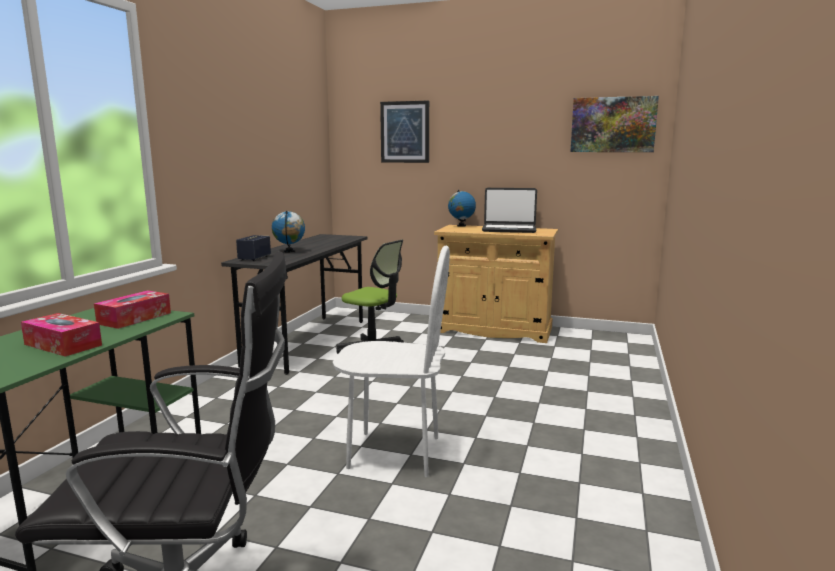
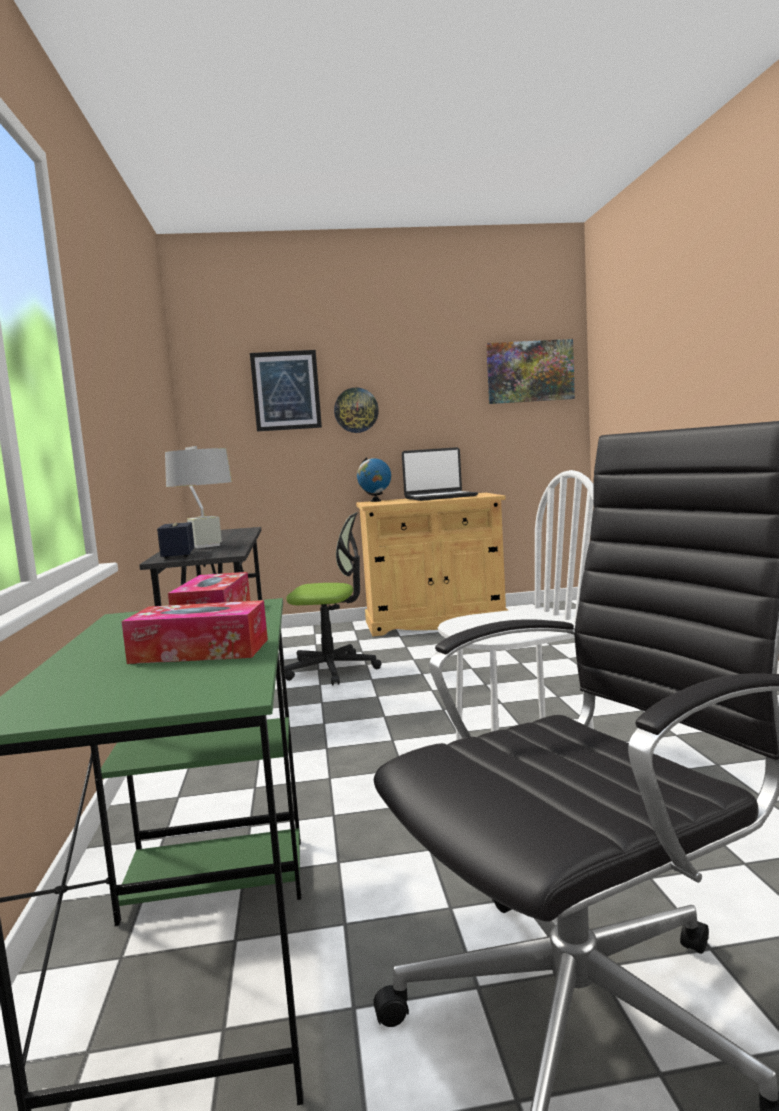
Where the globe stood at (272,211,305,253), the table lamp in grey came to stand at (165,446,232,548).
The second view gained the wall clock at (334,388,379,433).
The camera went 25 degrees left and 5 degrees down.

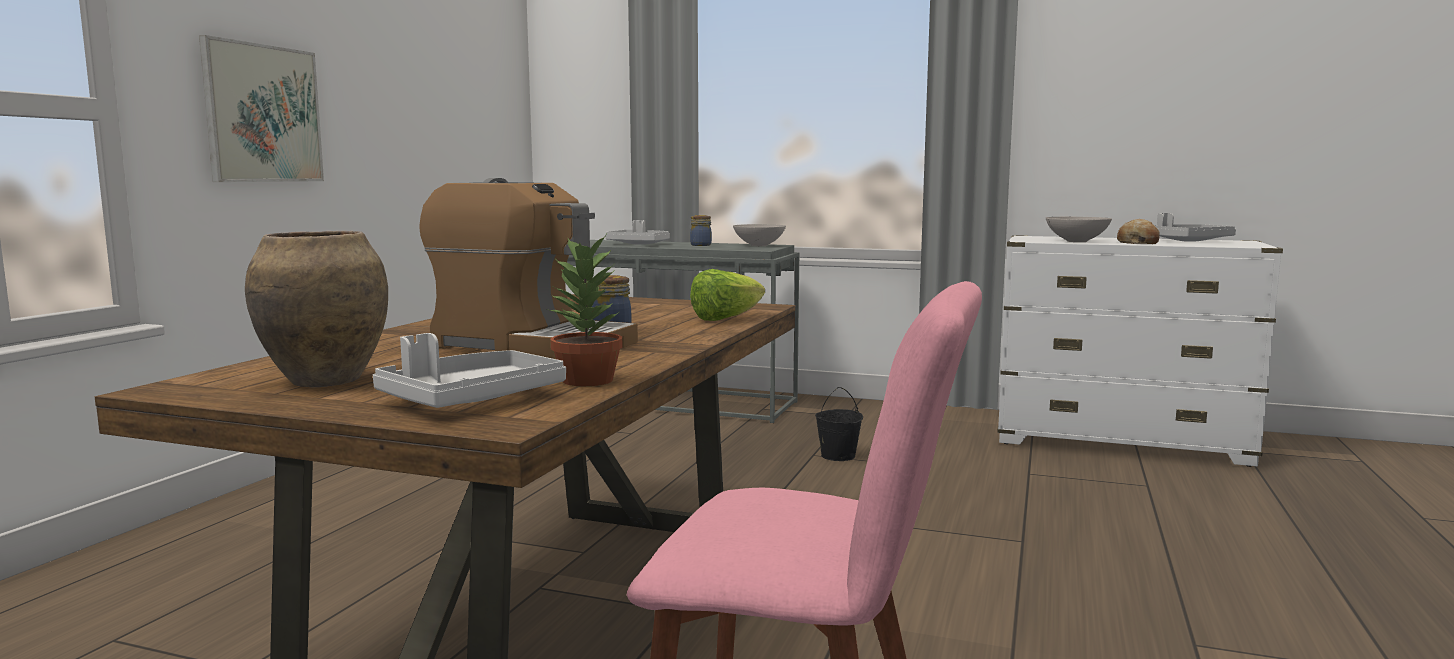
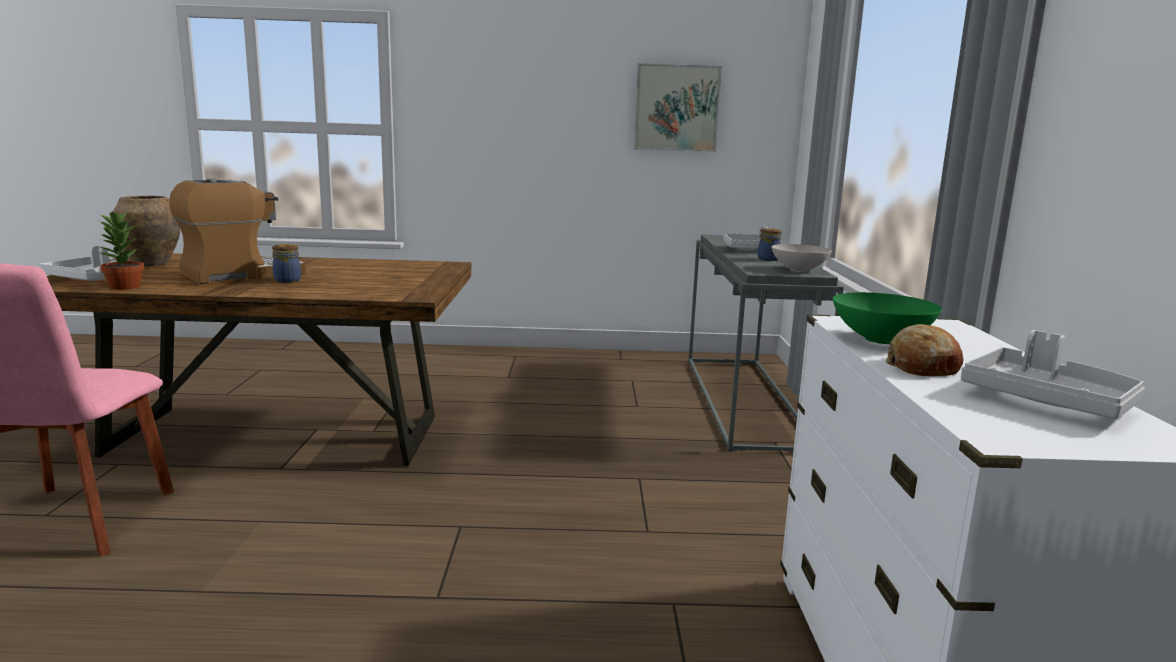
The picture ended up elsewhere, having gone from (199,35,324,182) to (634,63,722,152).
The coffee machine at (419,178,638,359) ended up facing another way, 135 degrees counterclockwise from before.
The second view lost the lettuce at (690,269,765,321).
The second view lost the bucket in black at (815,387,863,461).
What was the bowl in white at (1046,217,1112,242) turned into the bowl in green at (833,292,942,344).
The camera went 70 degrees right and 5 degrees up.

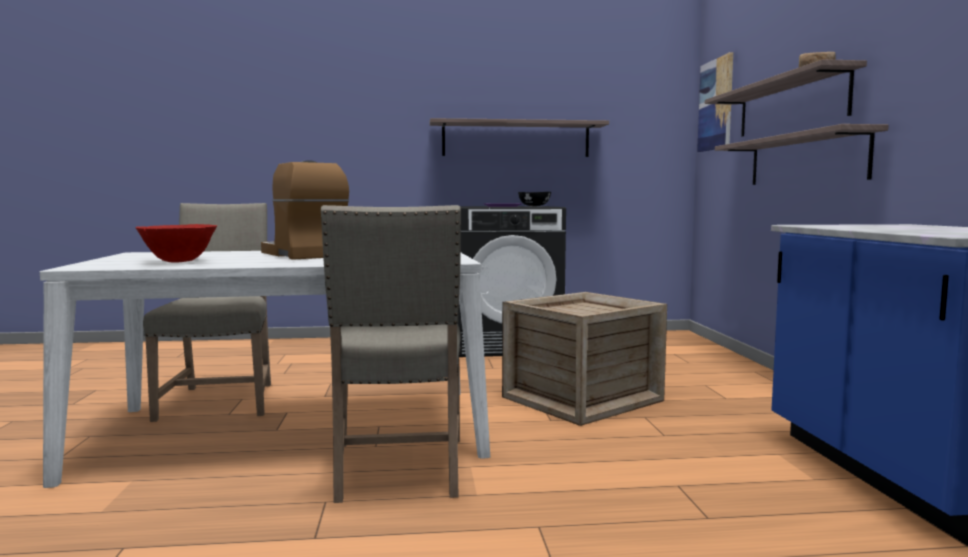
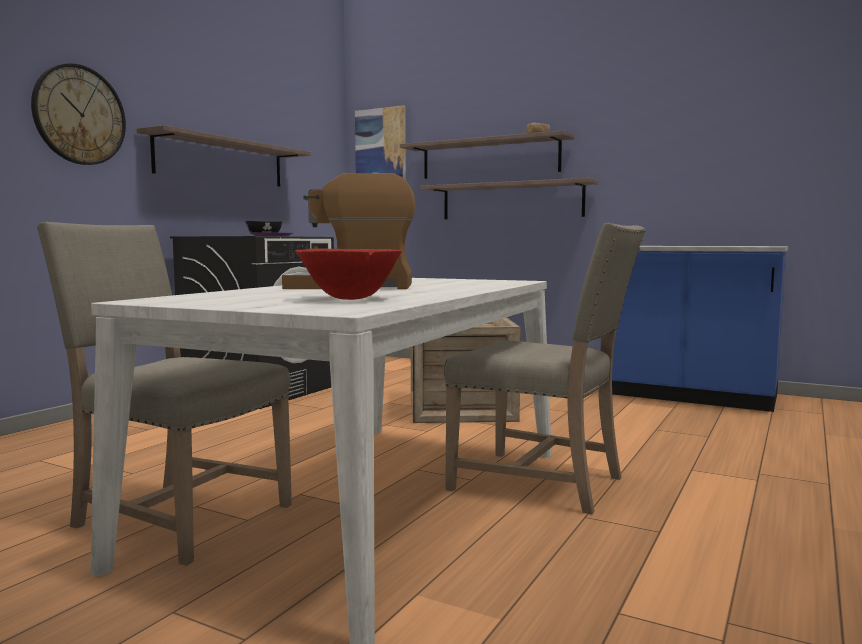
The second view gained the wall clock at (31,63,126,165).
The camera went 55 degrees left and 0 degrees up.

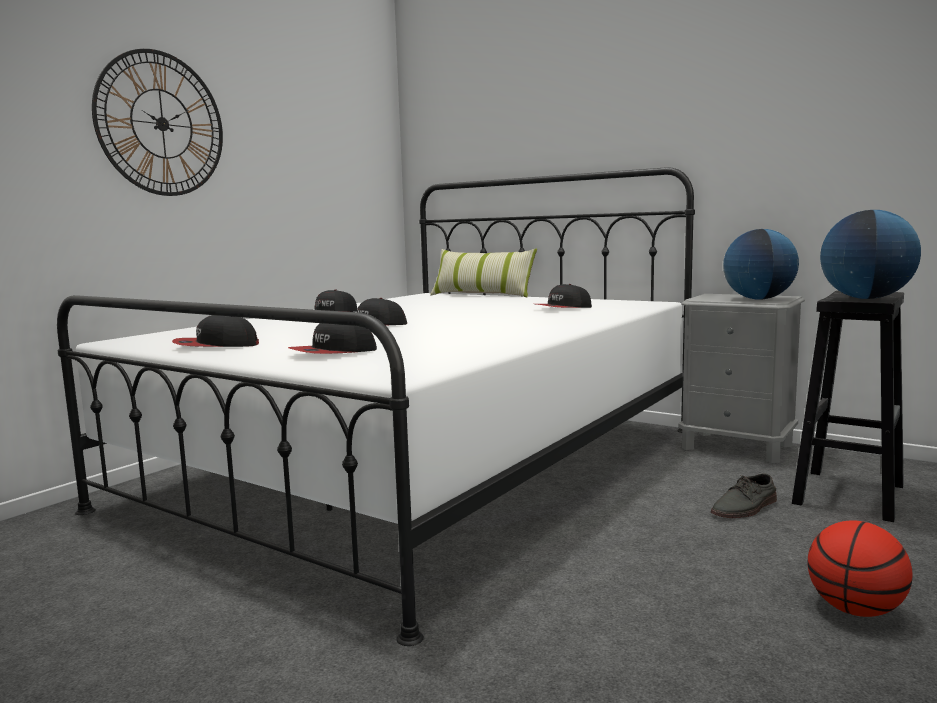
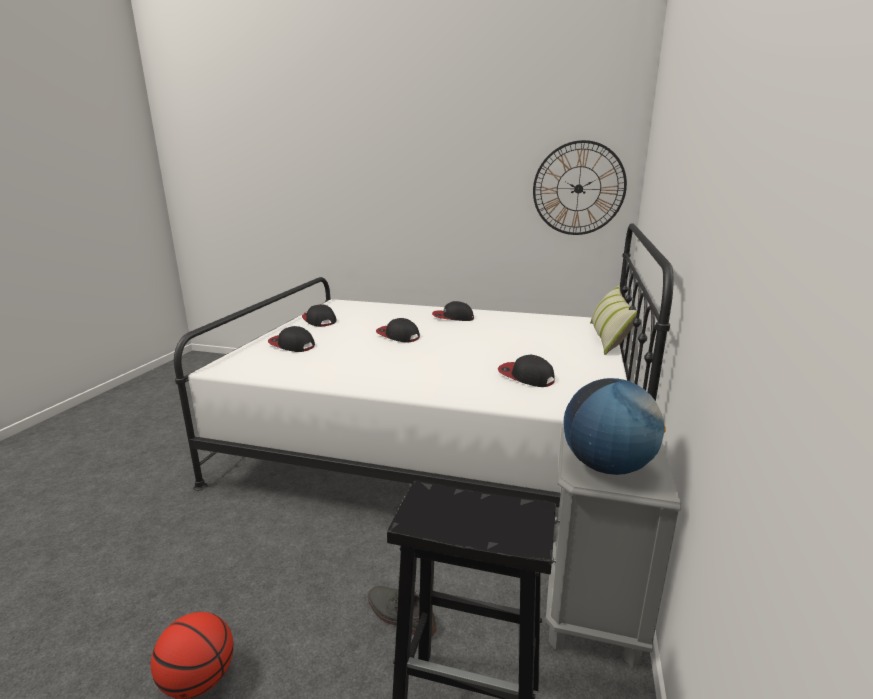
The wall clock ended up elsewhere, having gone from (92,49,223,196) to (533,140,627,235).
The second view lost the globe at (820,210,921,299).
The camera went 70 degrees right and 10 degrees up.

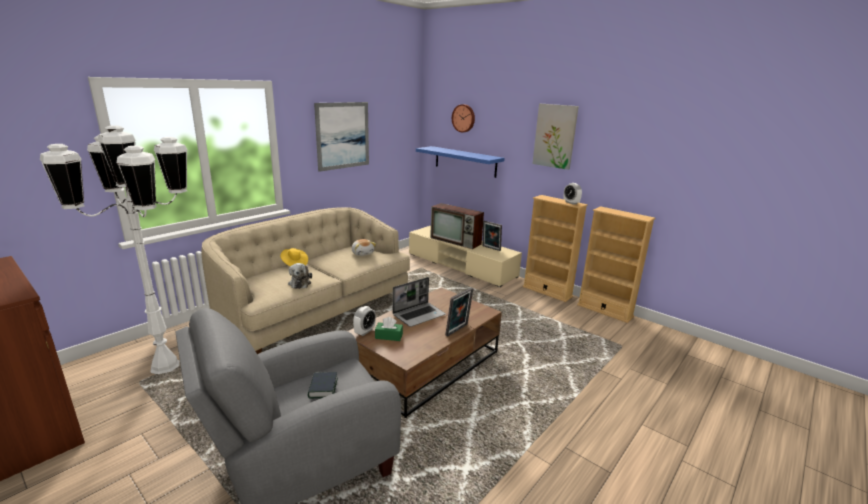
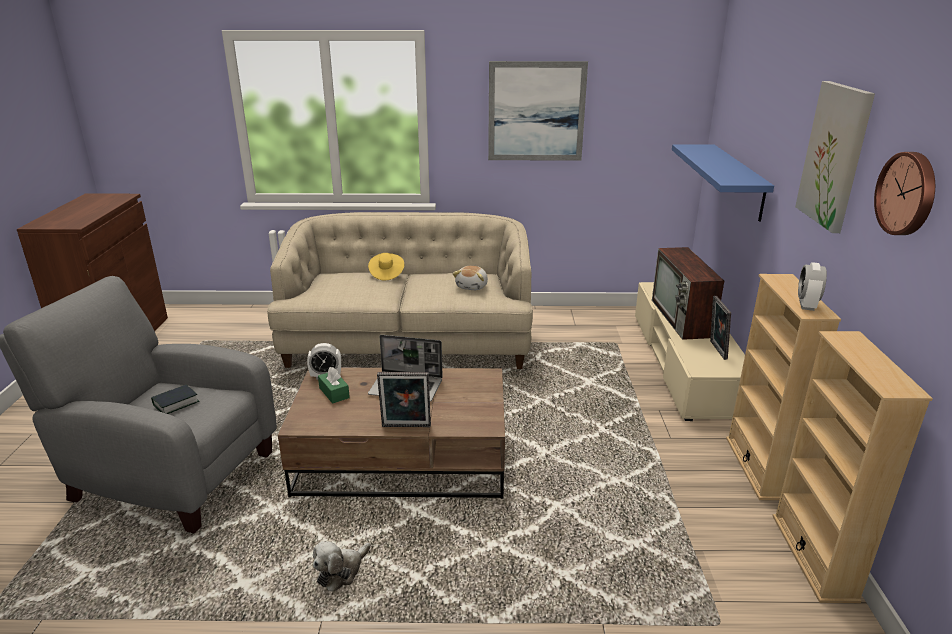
The second view lost the floor lamp in white at (40,126,187,374).
The plush toy ended up elsewhere, having gone from (288,263,312,289) to (313,541,371,592).
The wall clock ended up elsewhere, having gone from (452,104,475,132) to (874,152,935,235).
The camera went 50 degrees right and 5 degrees up.

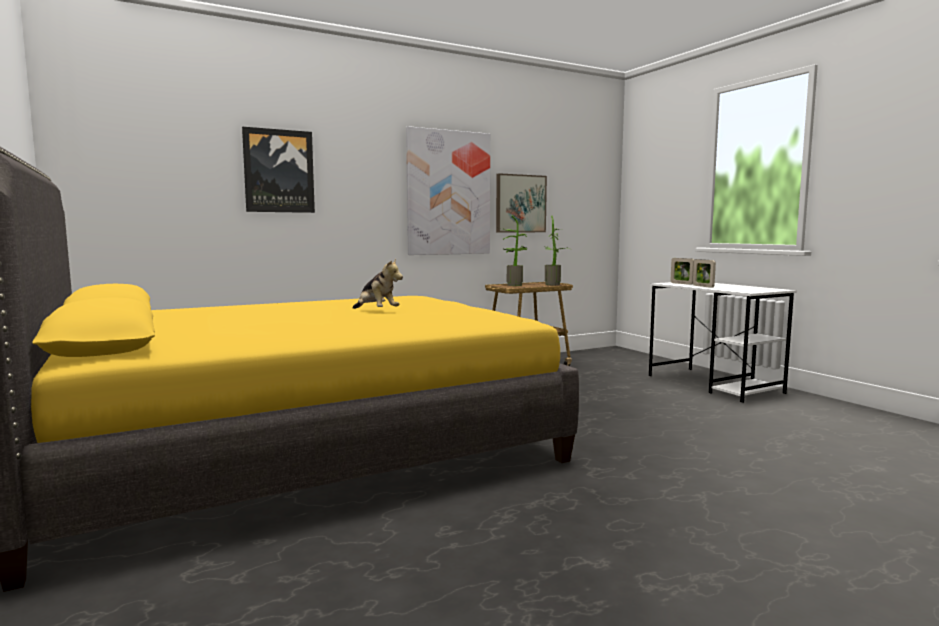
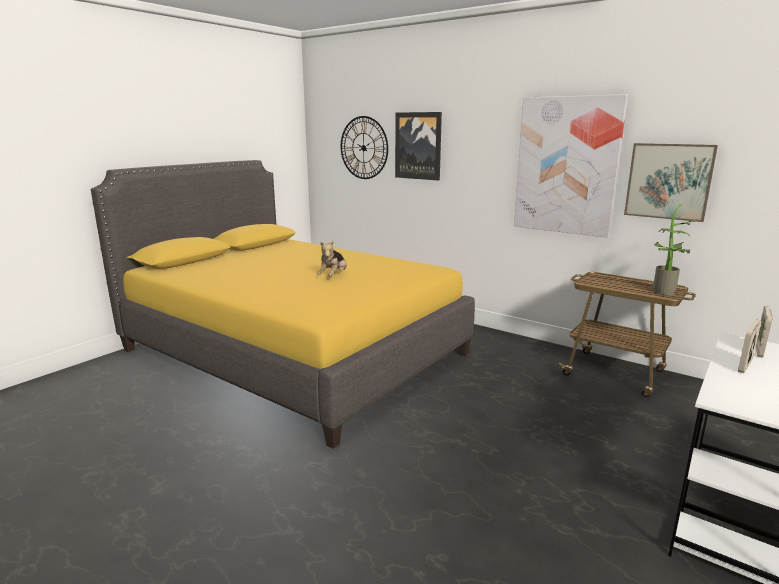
The second view lost the potted plant at (499,215,527,286).
The second view gained the wall clock at (341,116,388,179).
The camera went 65 degrees right and 10 degrees up.

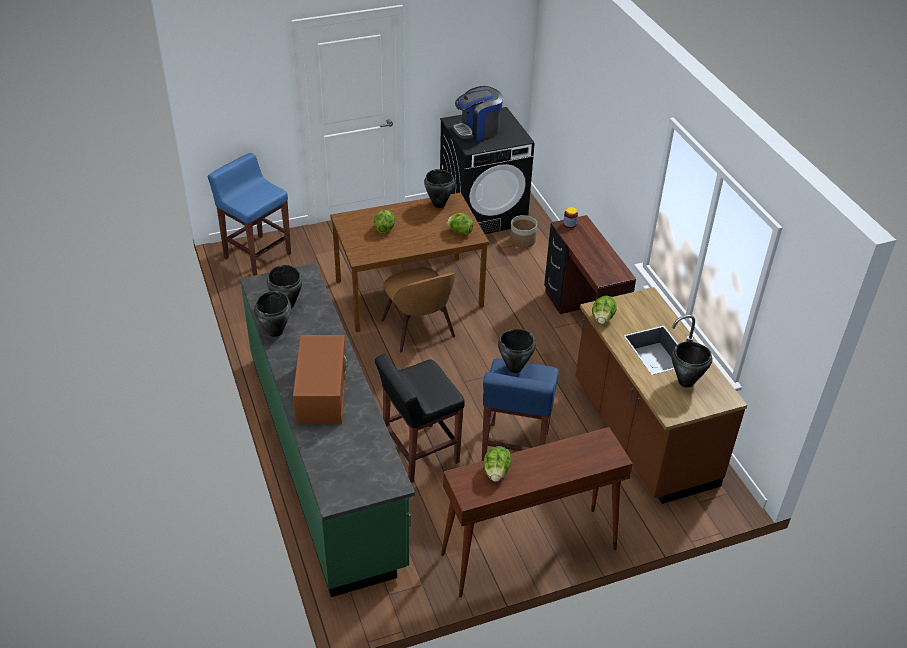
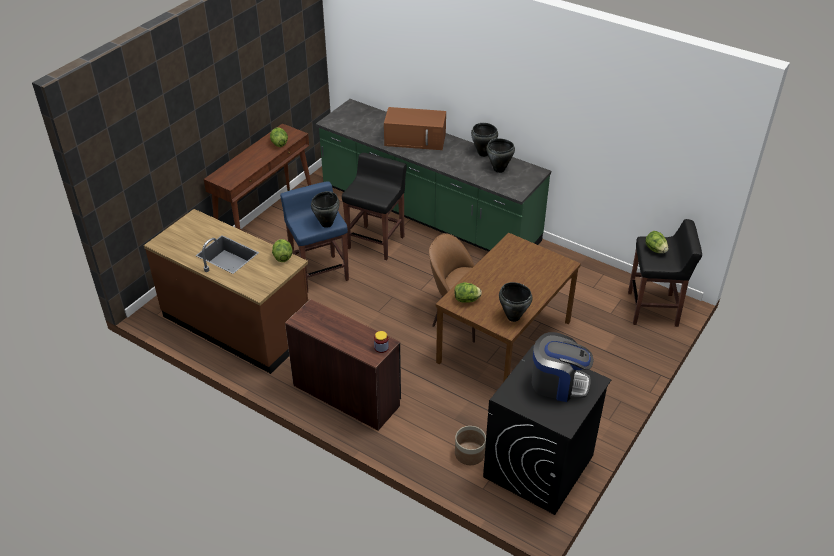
What was the stool in blue at (208,153,291,276) turned into the stool in black at (628,219,702,327).
The microwave in brown at (293,335,347,424) ended up facing another way, 45 degrees counterclockwise from before.
The lettuce ended up elsewhere, having gone from (374,210,395,234) to (645,231,668,253).
The coffee machine at (452,86,503,141) ended up facing another way, 75 degrees clockwise from before.
The second view lost the cooking pot in black at (671,341,712,388).
The camera went 145 degrees right and 0 degrees up.

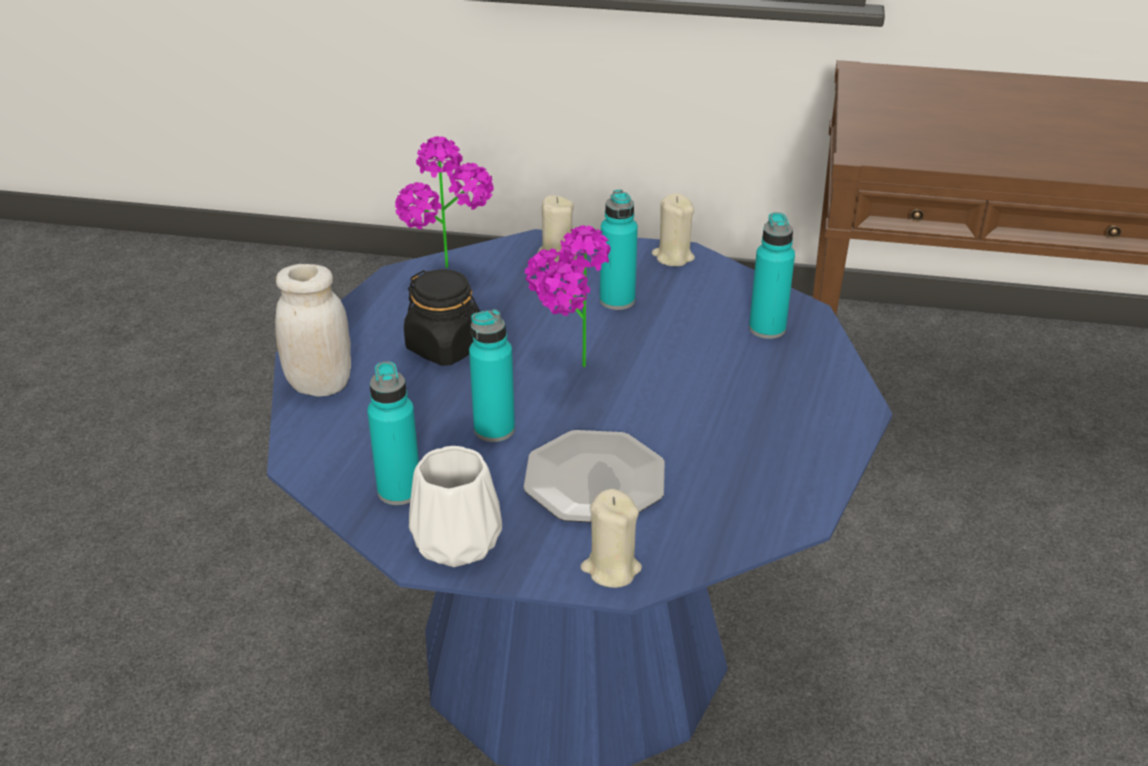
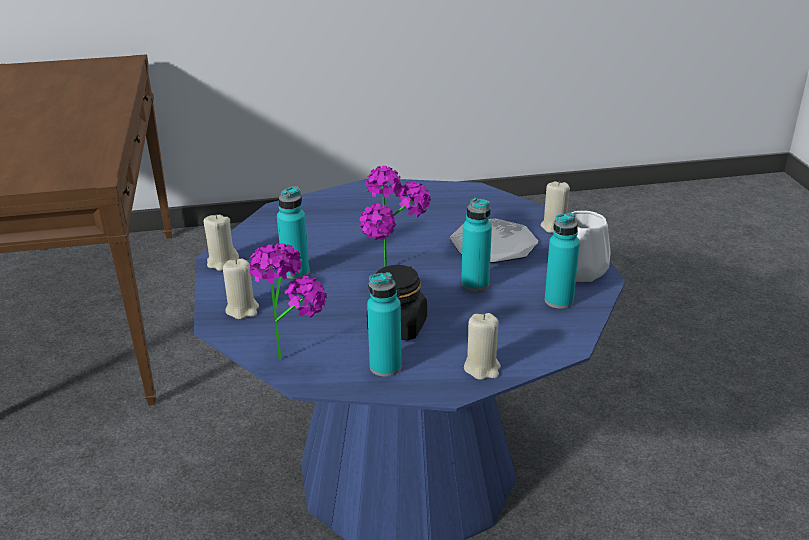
Where the jar in white stood at (275,264,351,397), the candle in beige came to stand at (464,313,501,380).
The bottle in turquoise ended up elsewhere, having gone from (749,212,795,339) to (367,272,402,377).
The camera went 110 degrees left and 5 degrees down.

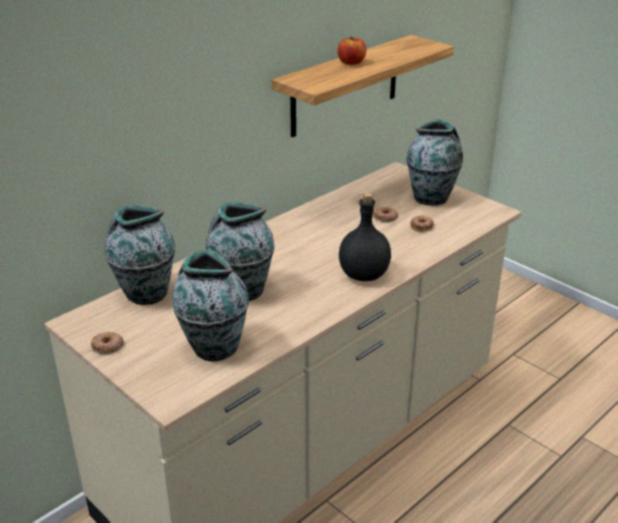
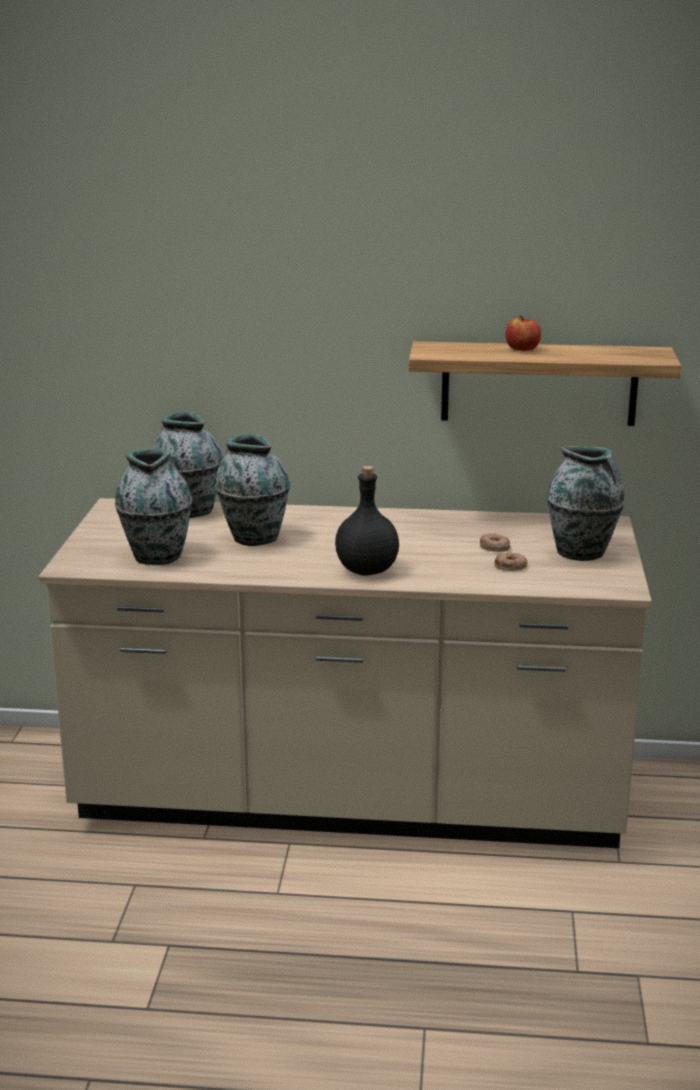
The second view lost the donut at (91,332,124,354).
The camera went 50 degrees right and 10 degrees down.

